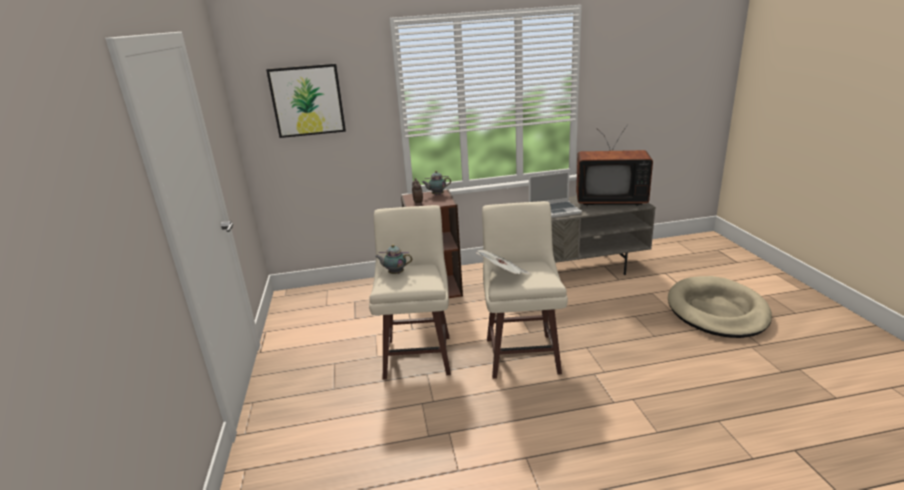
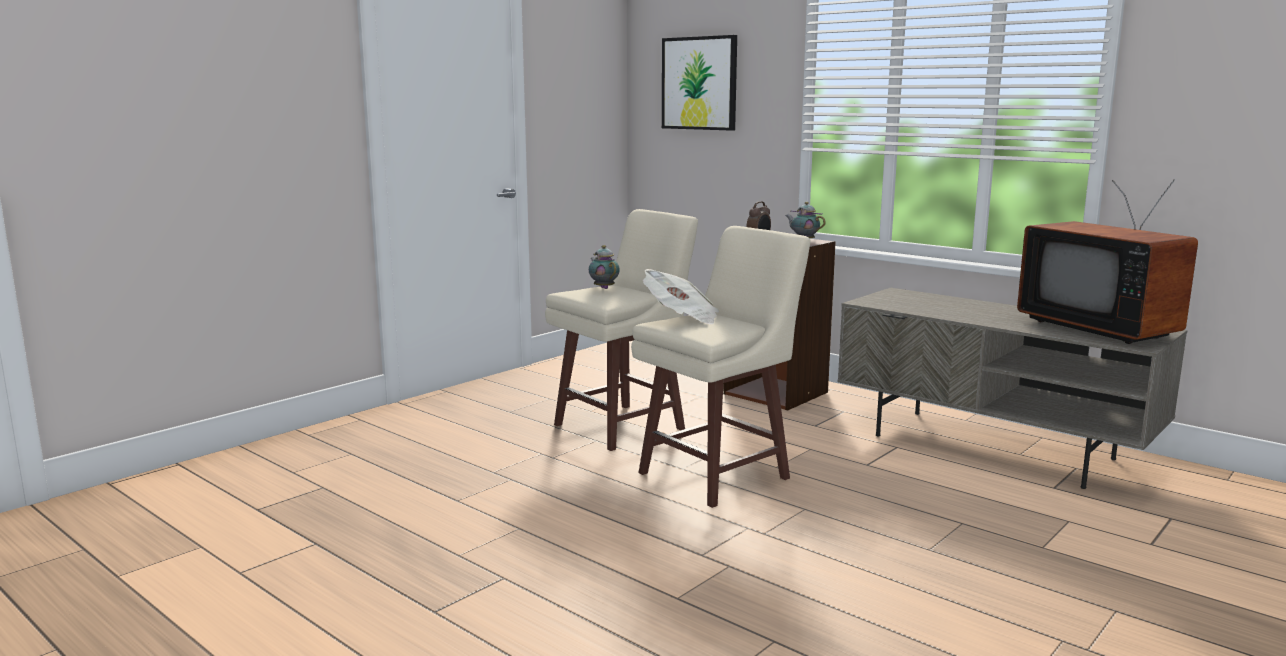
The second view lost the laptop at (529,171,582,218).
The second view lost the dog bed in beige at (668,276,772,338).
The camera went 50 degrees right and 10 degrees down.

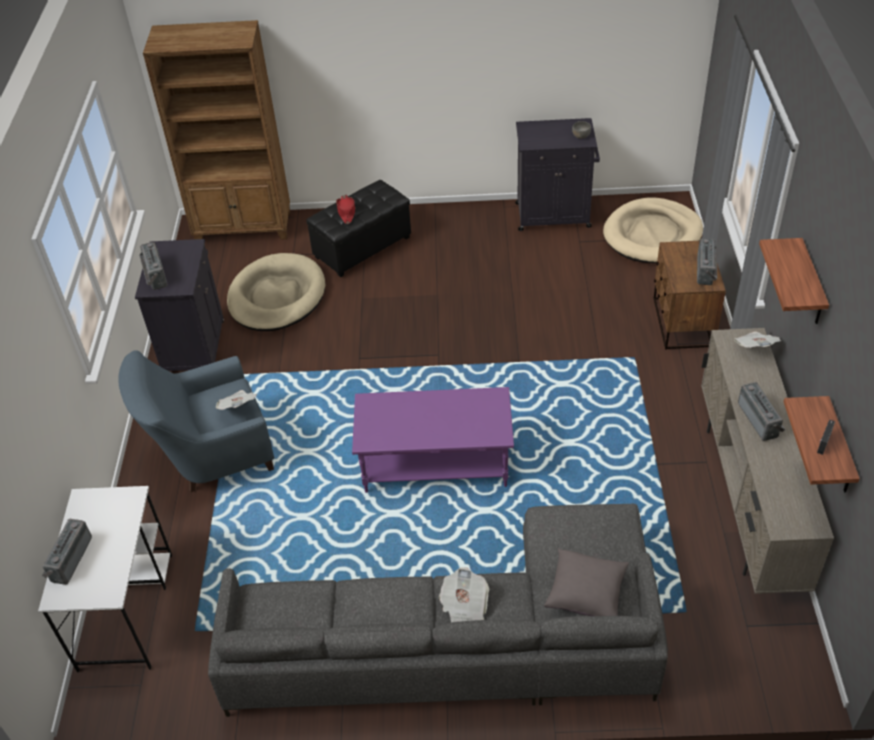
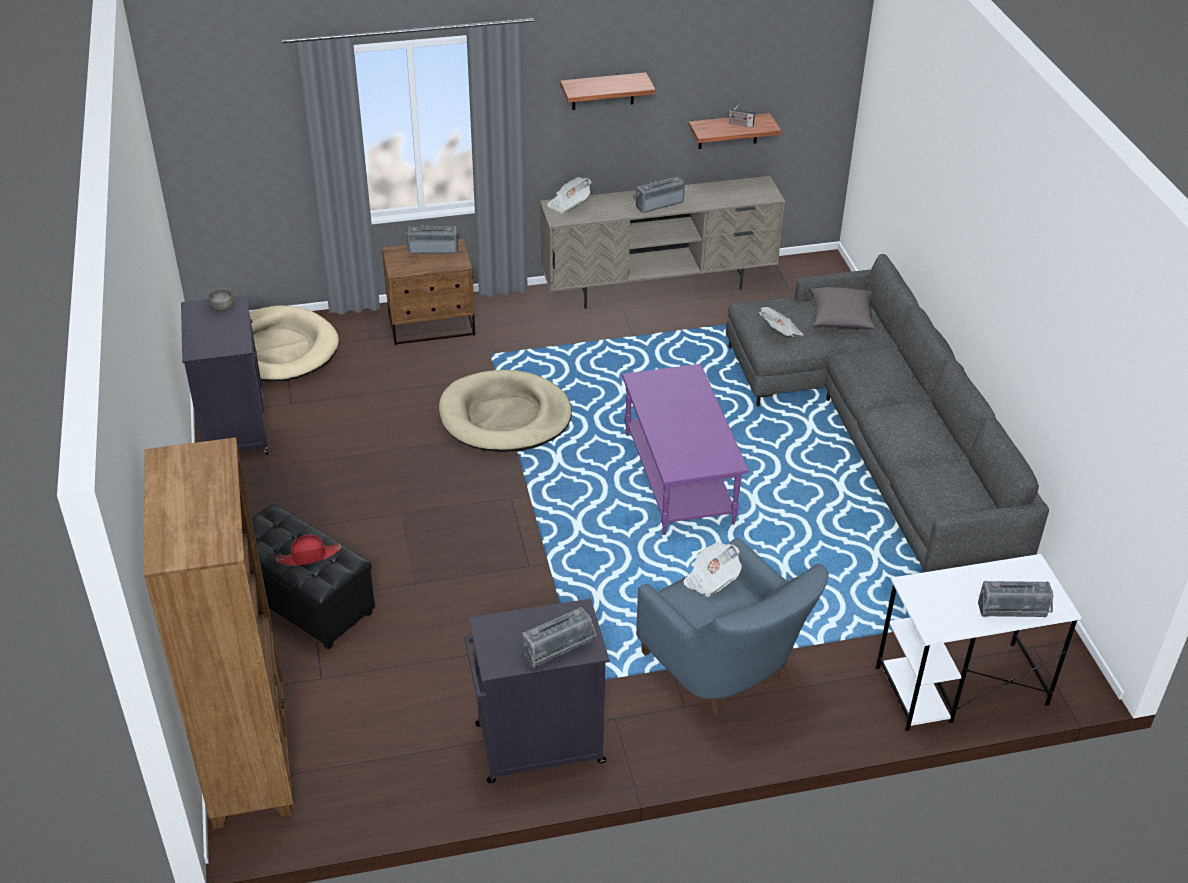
The dog bed in beige ended up elsewhere, having gone from (227,253,325,331) to (439,370,572,452).
The newspaper ended up elsewhere, having gone from (439,567,489,623) to (759,307,804,337).
The camera went 105 degrees left and 5 degrees down.

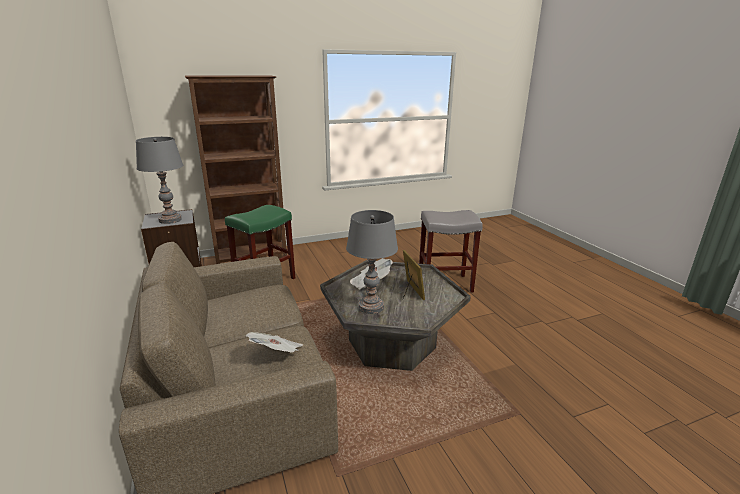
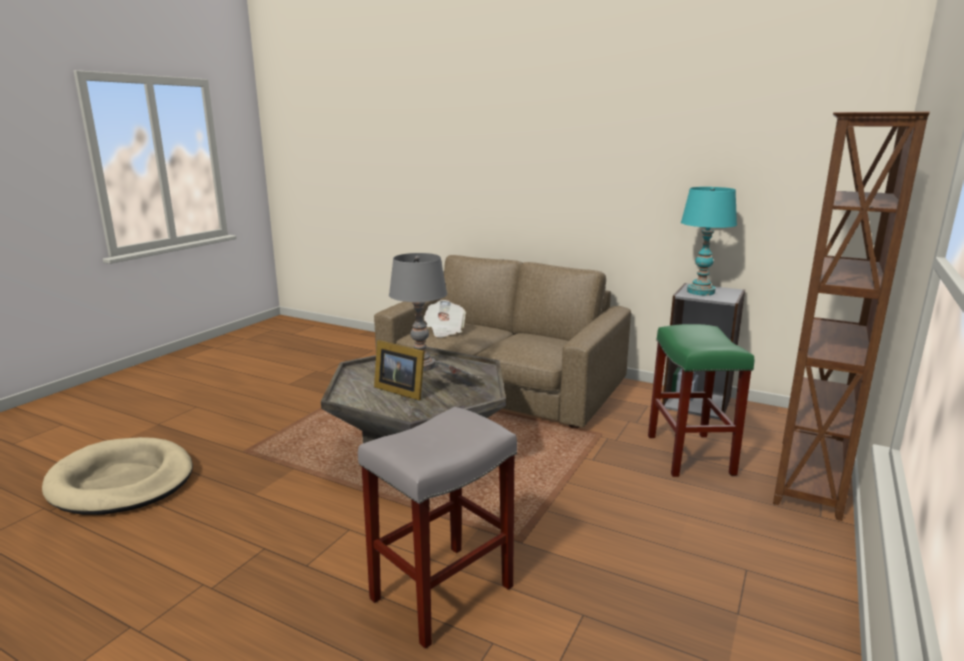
What was the table lamp in grey at (136,137,183,224) turned into the table lamp in turquoise at (681,187,737,295).
The second view gained the dog bed in beige at (42,437,193,515).
The camera went 140 degrees right and 5 degrees down.

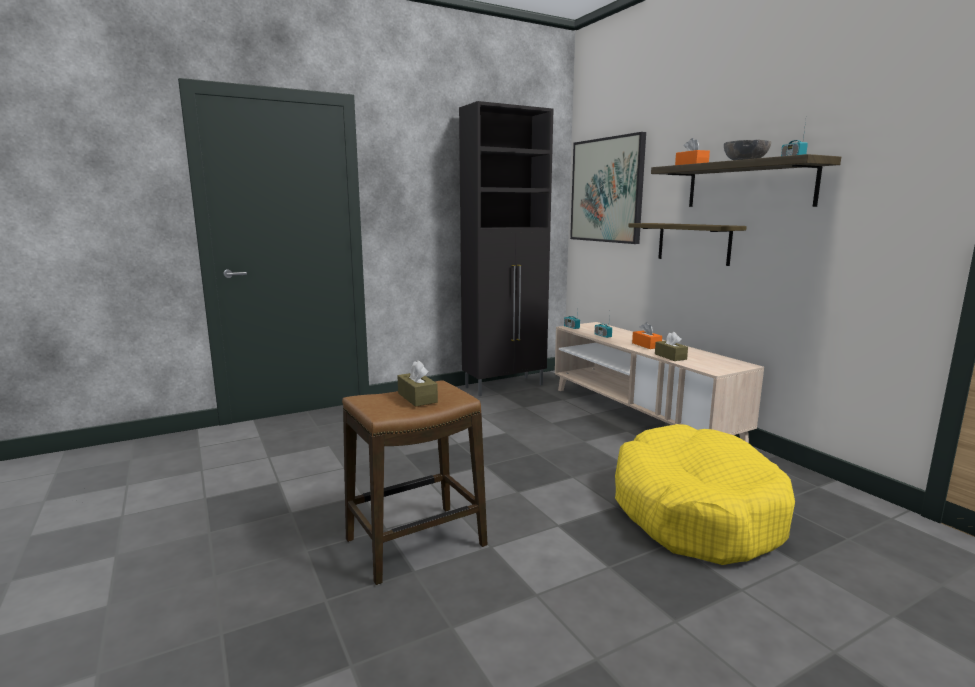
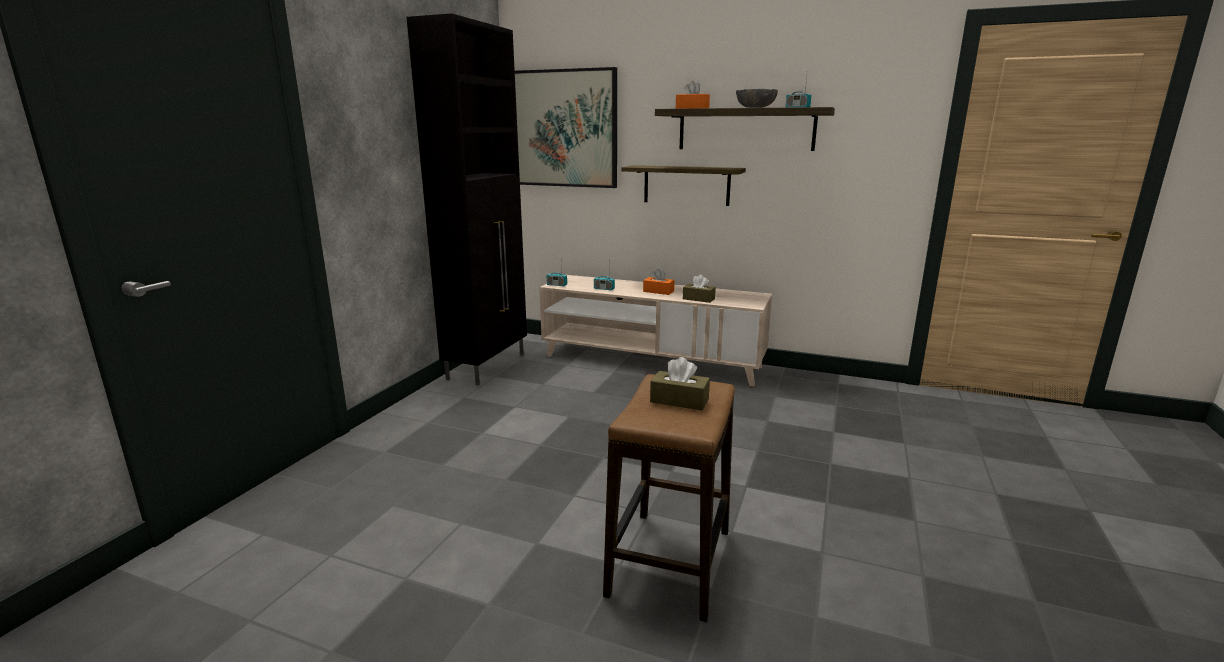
The second view lost the dog bed in yellow at (615,424,795,565).
The camera went 40 degrees left and 5 degrees up.

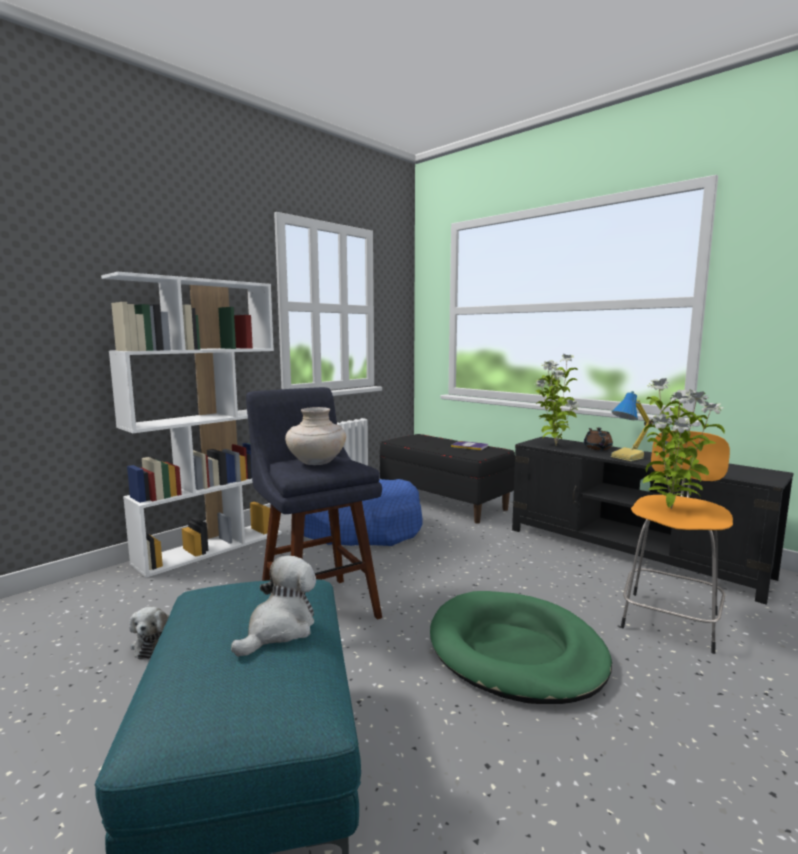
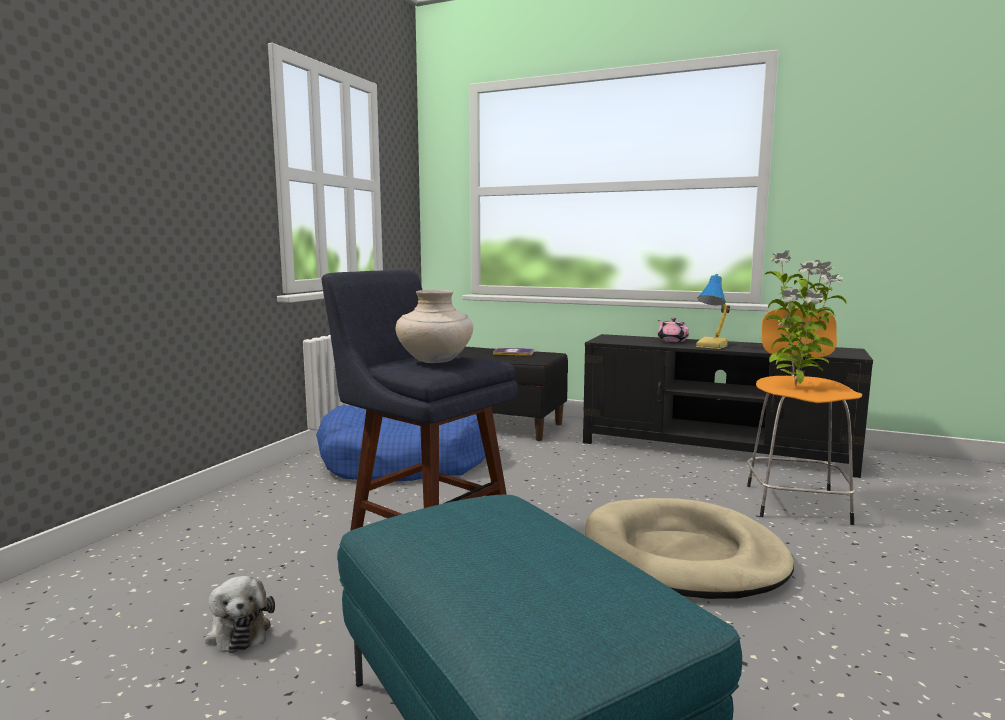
The second view lost the bookcase in white at (101,272,282,578).
The second view lost the plush toy at (231,556,316,657).
What was the dog bed in green at (430,591,612,704) turned into the dog bed in beige at (585,498,794,599).
The second view lost the potted plant at (535,354,579,446).
What was the teapot in brown at (584,427,613,450) turned into the teapot in pink at (658,318,689,342).
The camera went 20 degrees left and 0 degrees up.

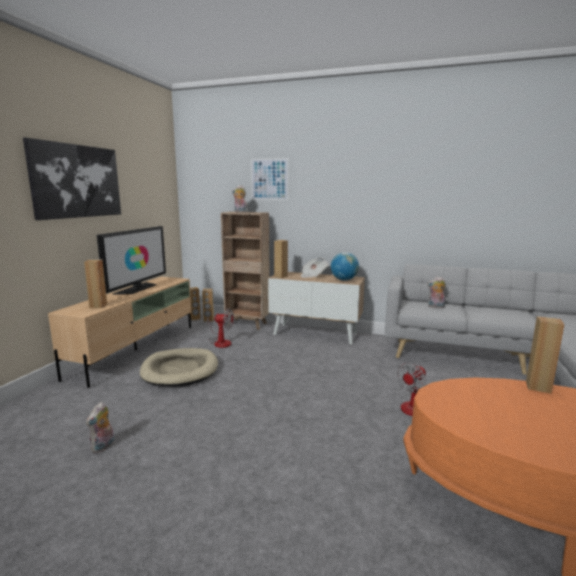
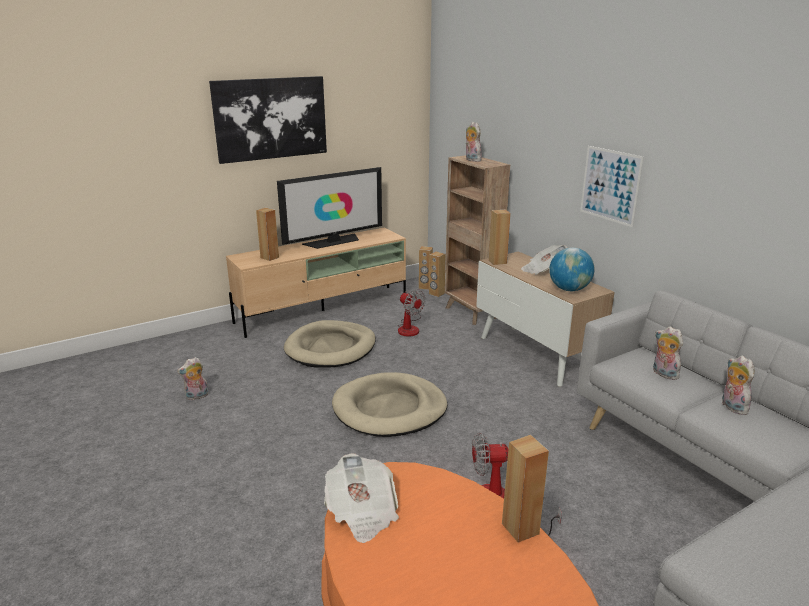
The picture ended up elsewhere, having gone from (251,158,289,200) to (580,146,644,227).
The second view gained the newspaper at (324,453,399,543).
The second view gained the dog bed in beige at (332,372,447,437).
The second view gained the plush toy at (722,356,754,415).
The camera went 40 degrees right and 10 degrees up.

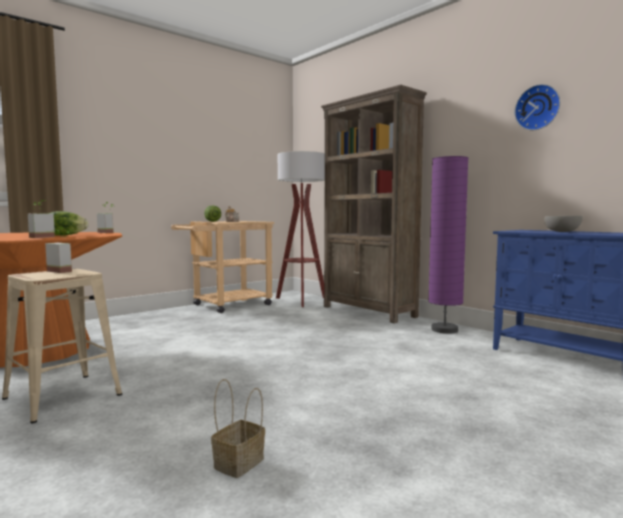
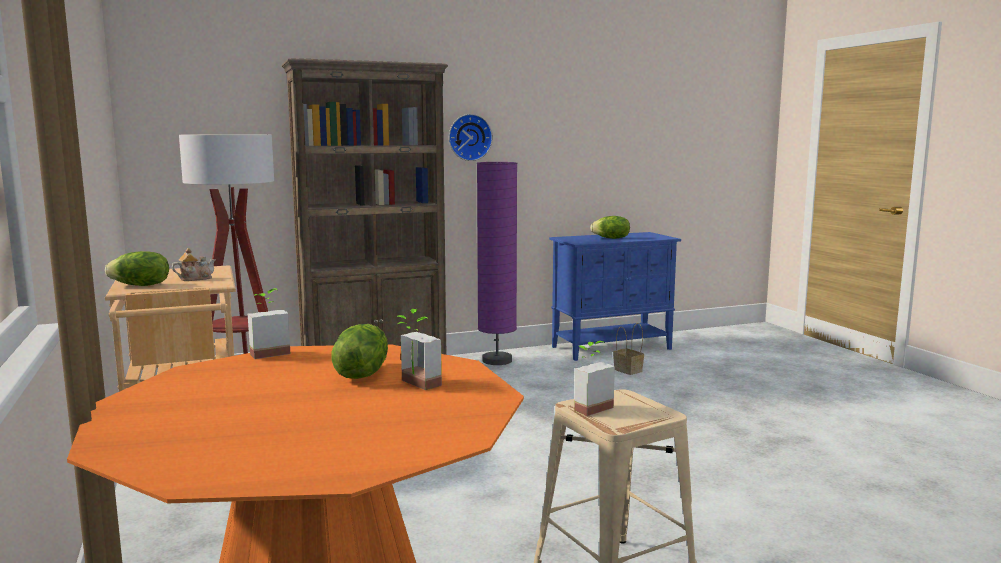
The basket ended up elsewhere, having gone from (211,379,265,478) to (613,323,644,375).
The wall clock ended up elsewhere, having gone from (514,84,560,130) to (449,114,493,161).
Where the bowl in grey stood at (544,216,583,232), the lettuce came to stand at (590,216,630,239).
The camera went 70 degrees left and 5 degrees up.

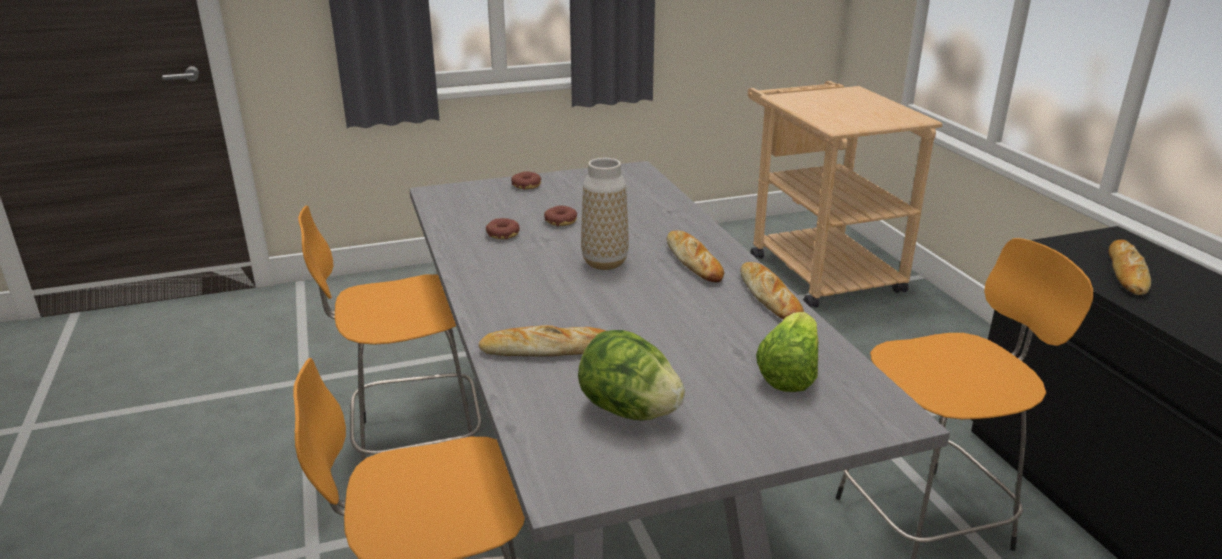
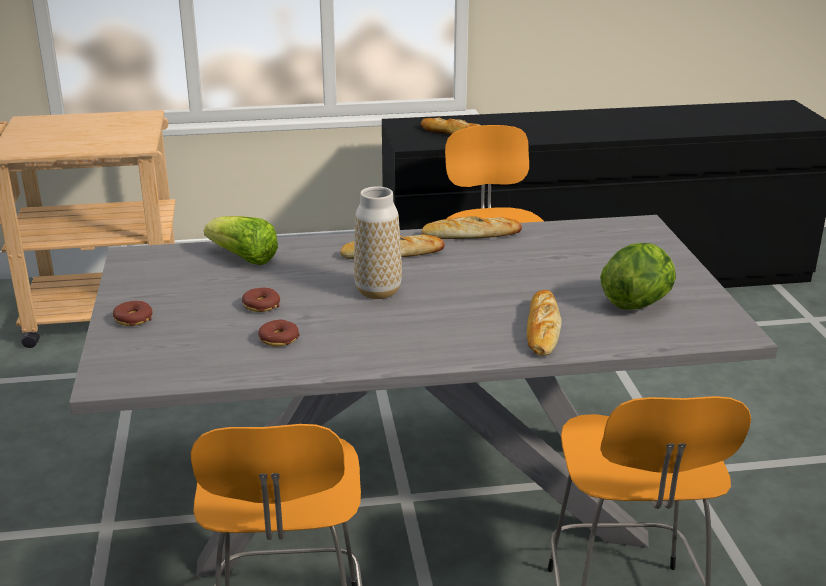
The lettuce ended up elsewhere, having gone from (756,312,819,392) to (204,216,278,265).
The camera went 80 degrees left and 0 degrees up.

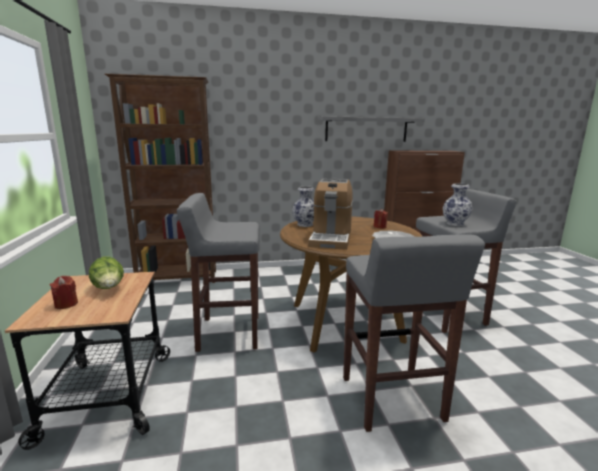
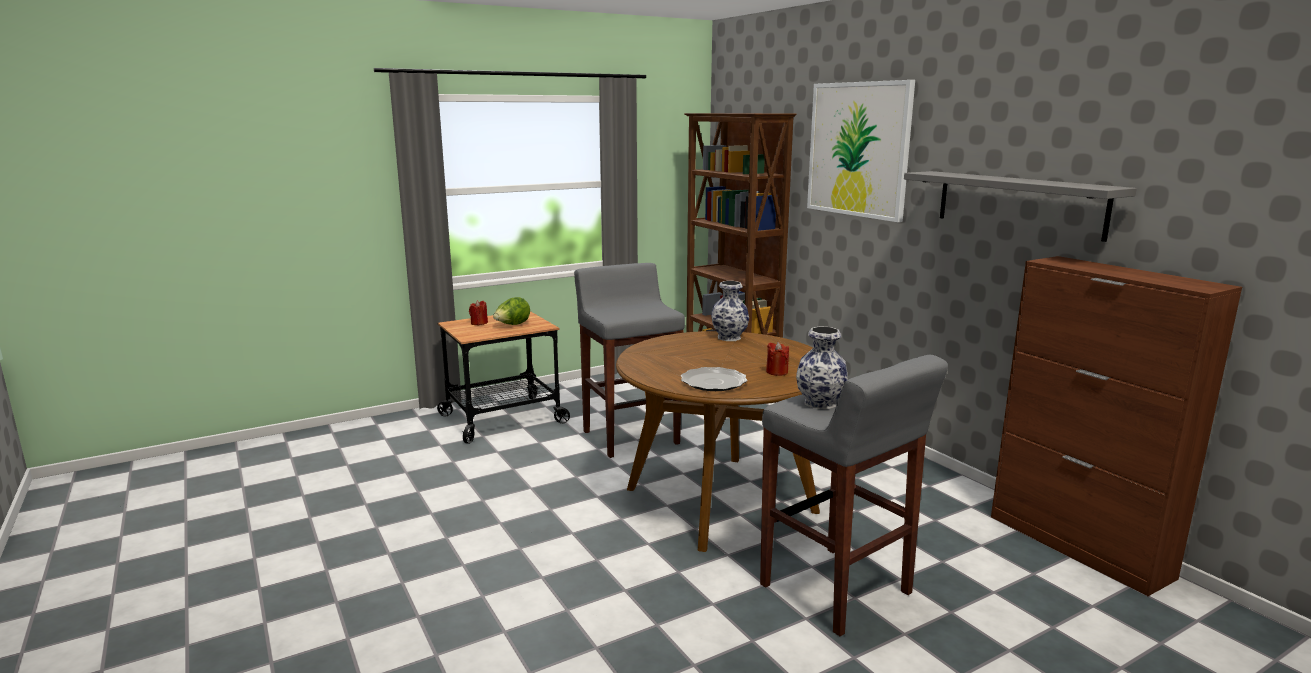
The second view lost the coffee machine at (308,179,353,250).
The second view lost the stool in grey at (343,234,485,432).
The second view gained the picture at (807,80,915,222).
The camera went 70 degrees right and 0 degrees up.

